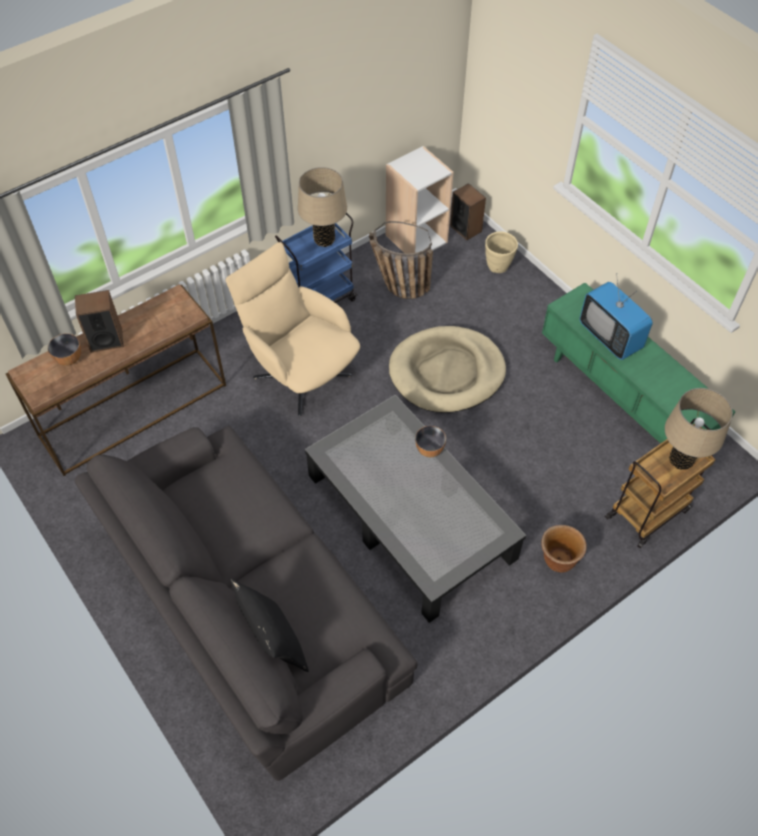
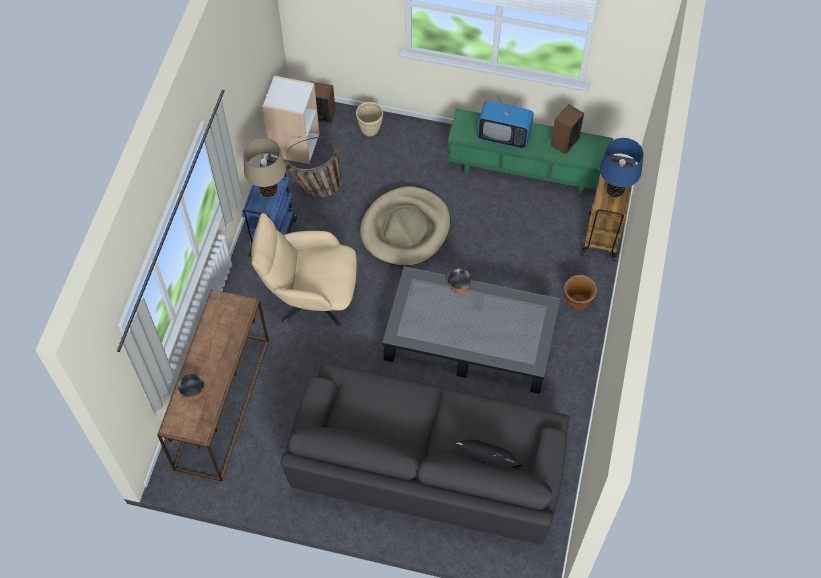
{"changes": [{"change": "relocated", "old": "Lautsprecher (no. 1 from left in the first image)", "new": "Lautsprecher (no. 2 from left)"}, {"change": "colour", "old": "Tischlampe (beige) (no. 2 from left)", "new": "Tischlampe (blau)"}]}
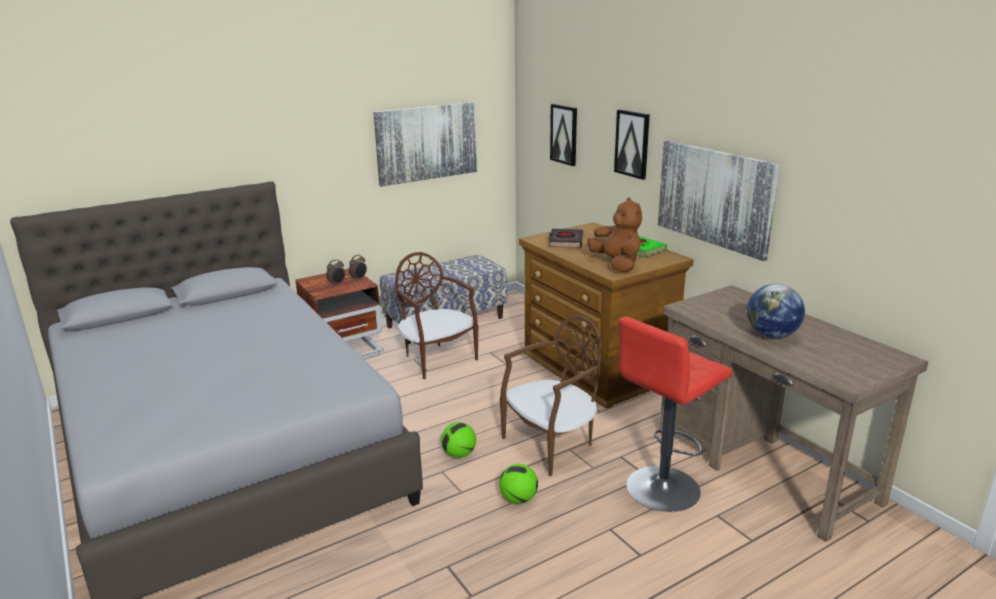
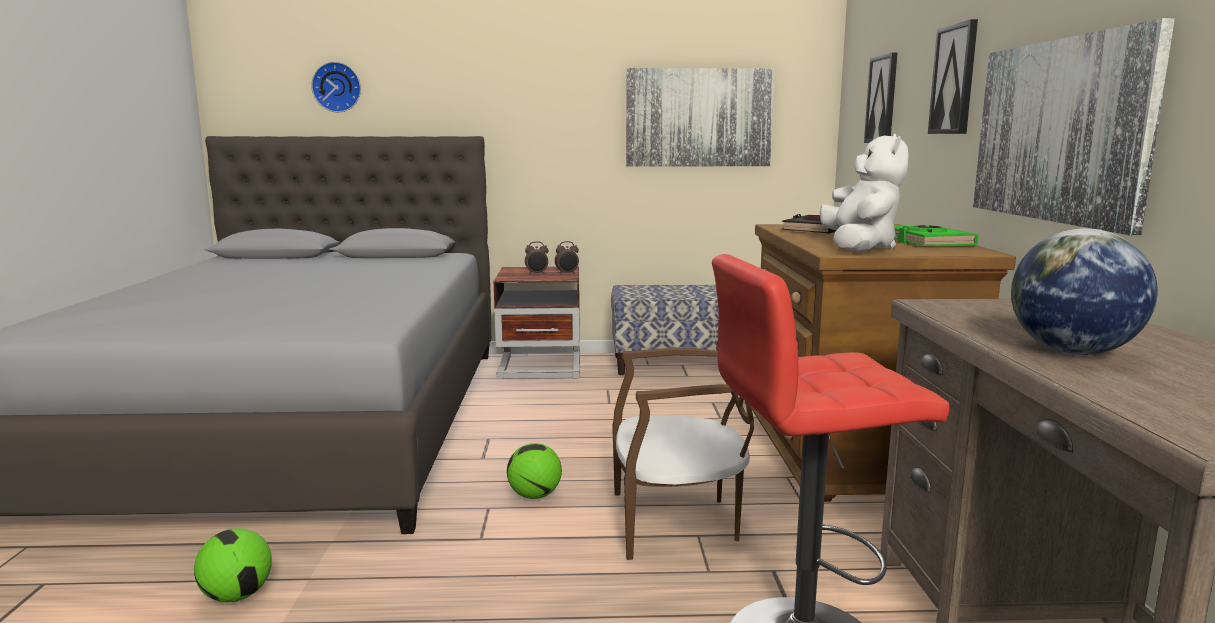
{"changes": [{"change": "missing", "old": "Stuhl (braun) (no. 1 from left)"}, {"change": "relocated", "old": "Fußball (no. 2 from left in the first image)", "new": "Fußball (no. 1 from left)"}, {"change": "colour", "old": "Plüschtier (braun)", "new": "Plüschtier (weiß)"}, {"change": "appeared", "new": "Wanduhr"}]}
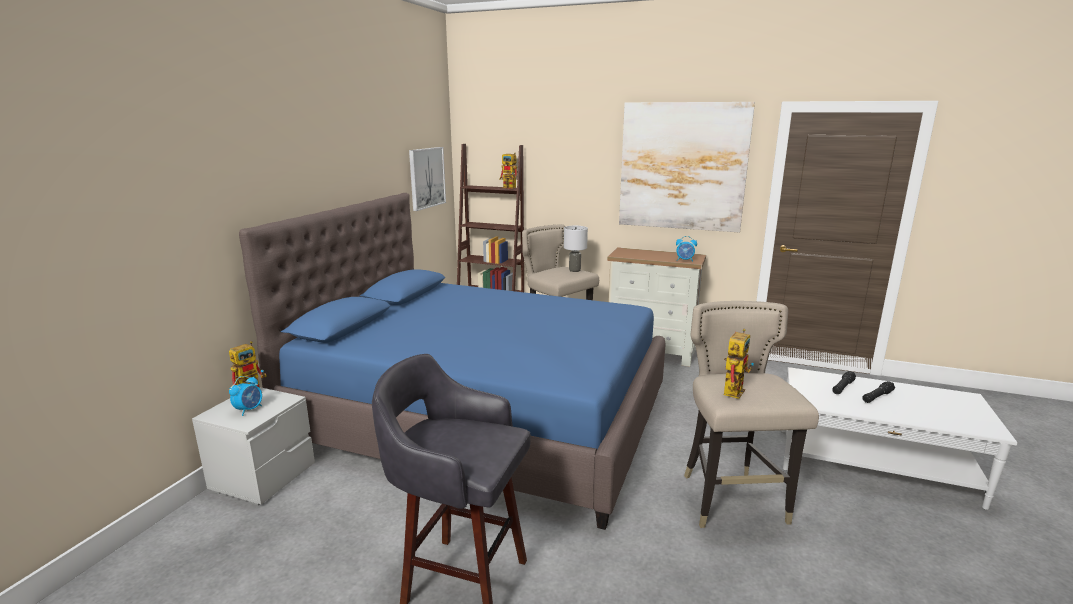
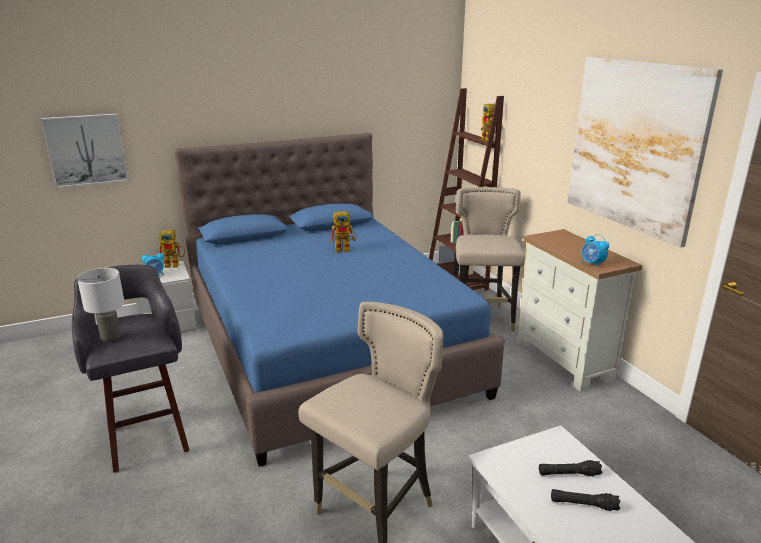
{"changes": [{"change": "relocated", "old": "Bild (no. 1 from left)"}, {"change": "relocated", "old": "Tischlampe (weiß)"}, {"change": "relocated", "old": "Spielzeugroboter (no. 3 from left in the first image)", "new": "Spielzeugroboter (no. 2 from left)"}]}
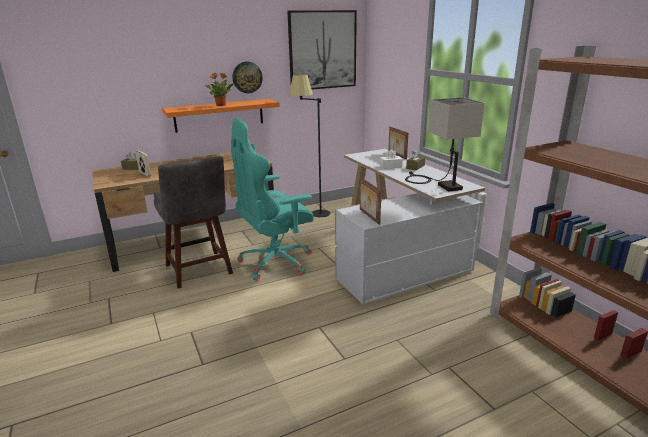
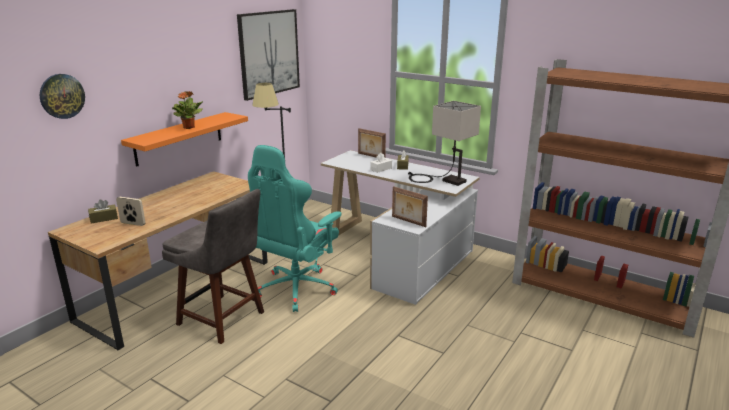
{"changes": [{"change": "relocated", "old": "Wanduhr"}]}
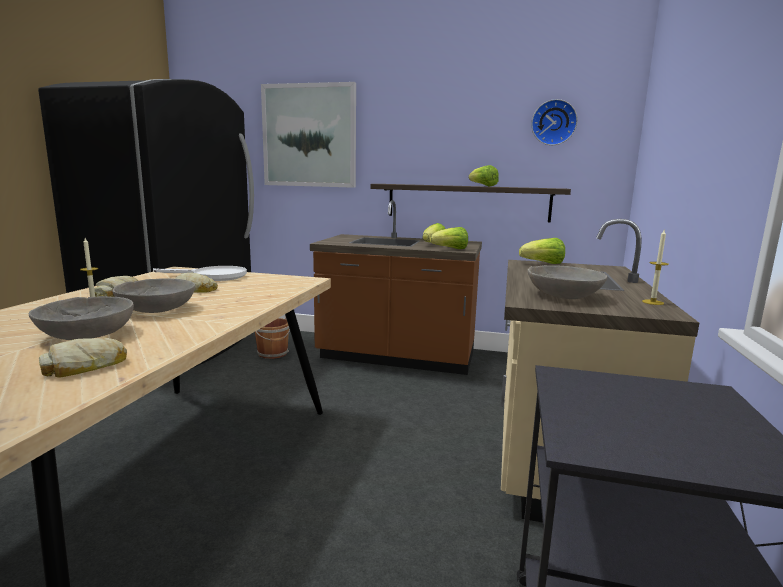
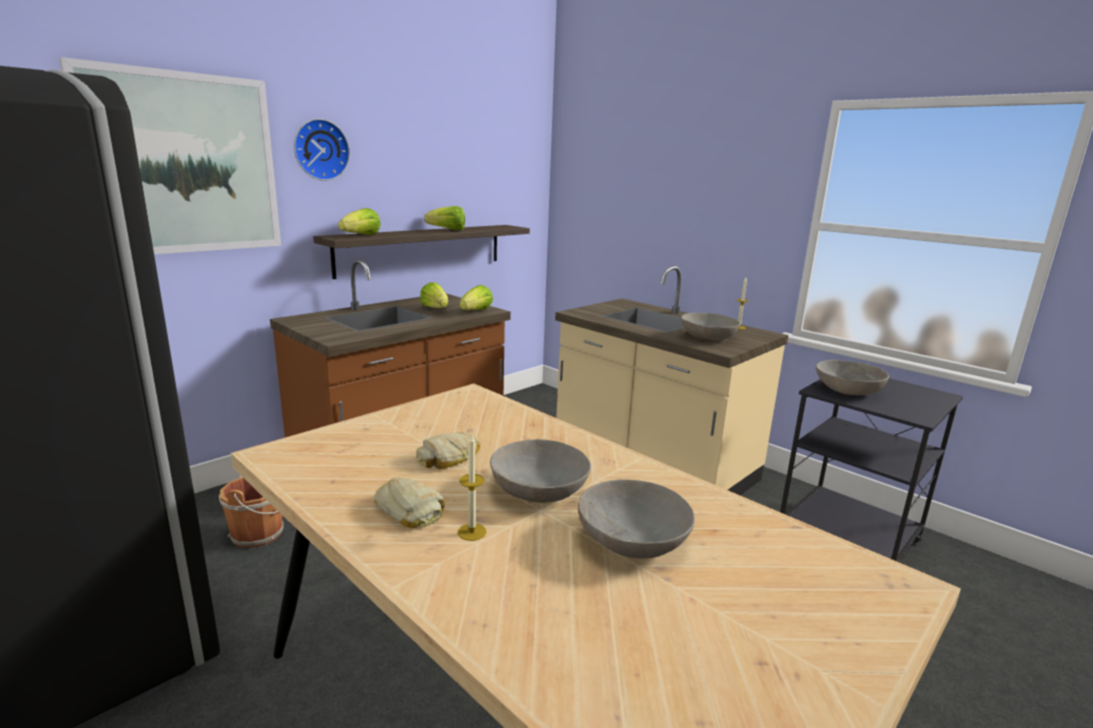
{"changes": [{"change": "missing", "old": "Brot (no. 1 from left)"}, {"change": "missing", "old": "Pfanne (weiß)"}, {"change": "relocated", "old": "Salatkopf (no. 4 from left in the first image)", "new": "Salatkopf (no. 1 from left)"}, {"change": "relocated", "old": "Wanduhr"}, {"change": "appeared", "new": "Schüssel (grau) (no. 4 from left)"}]}
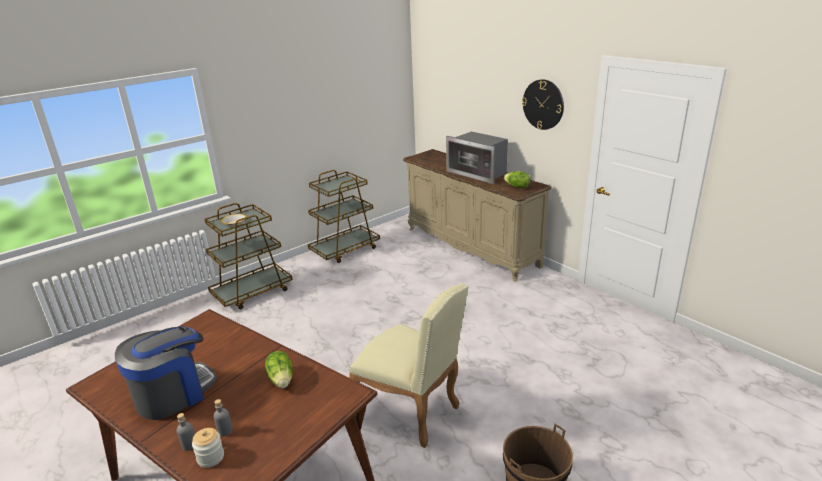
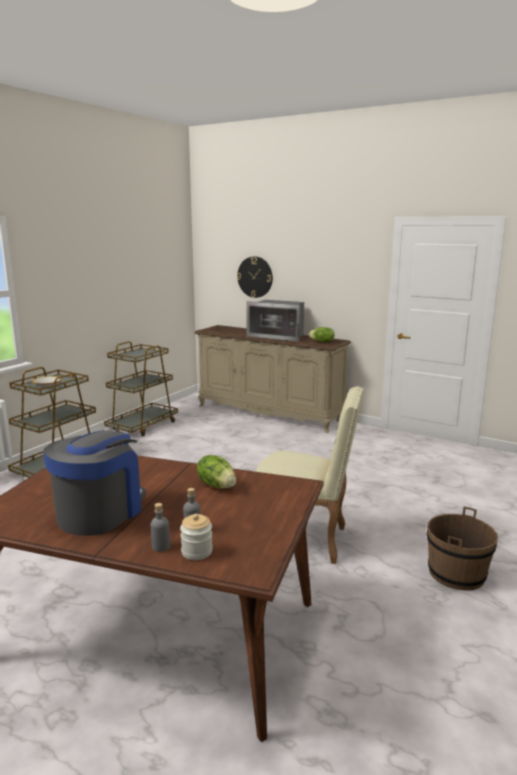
{"changes": [{"change": "relocated", "old": "Wanduhr"}]}
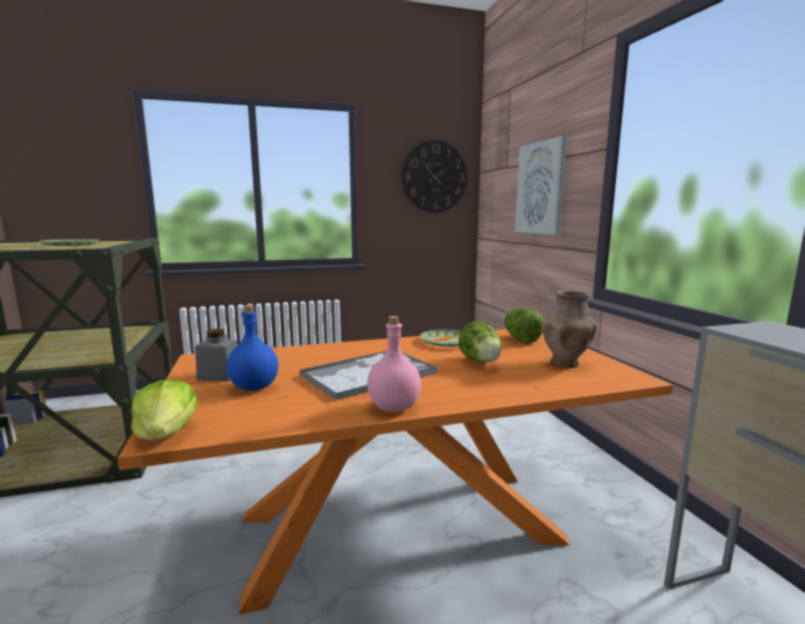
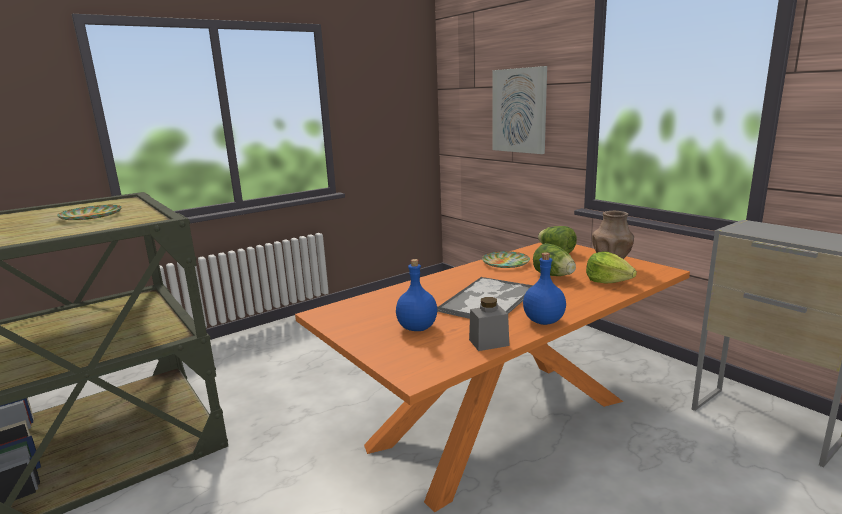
{"changes": [{"change": "relocated", "old": "Salatkopf (no. 1 from left in the first image)", "new": "Salatkopf (no. 3 from left)"}, {"change": "relocated", "old": "Vorratsglas (grau)"}, {"change": "colour", "old": "Flasche (rosa)", "new": "Flasche (blau) (no. 2 from left)"}, {"change": "missing", "old": "Wanduhr"}]}
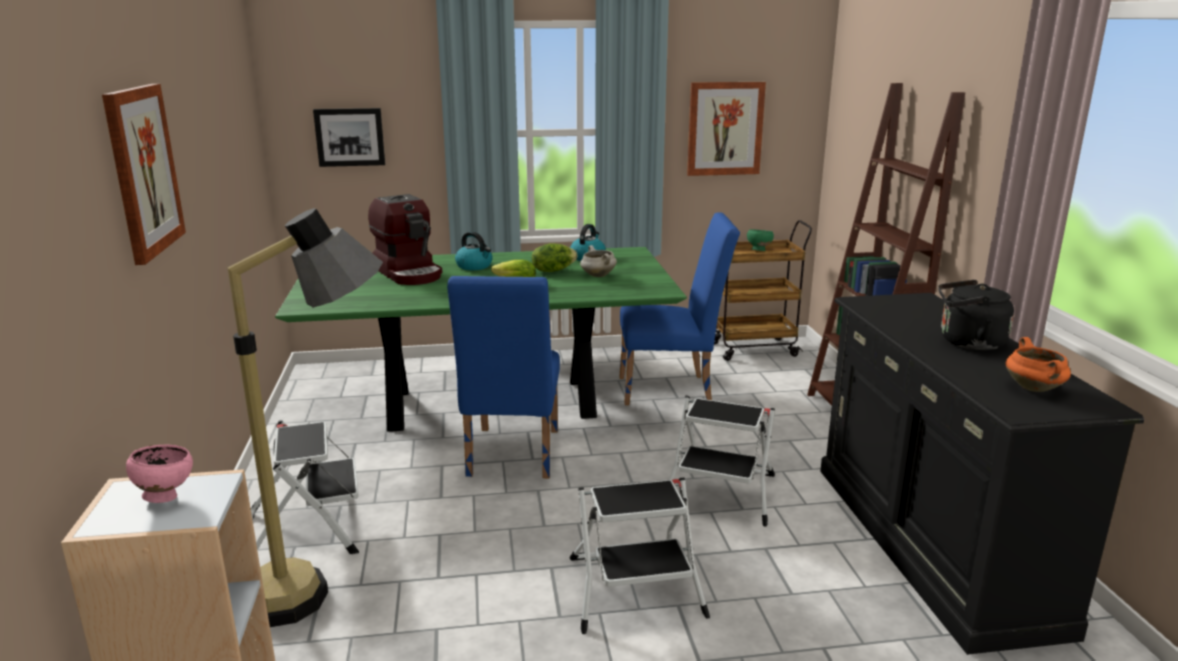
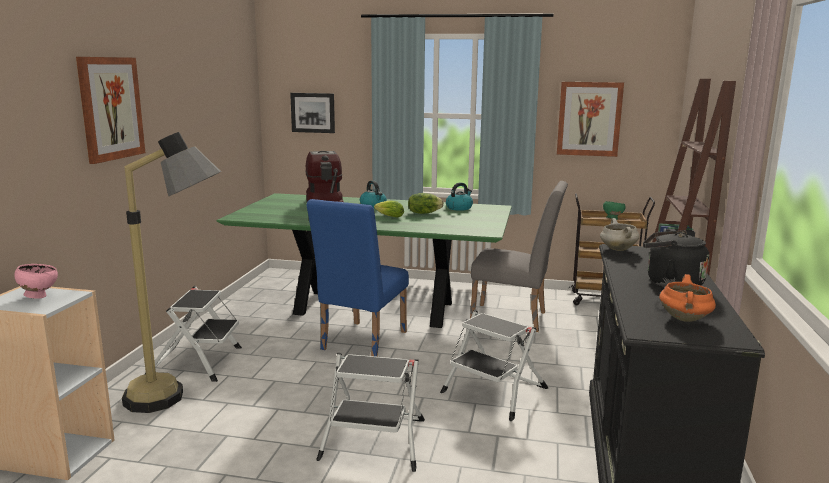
{"changes": [{"change": "relocated", "old": "Kochtopf (weiß)"}, {"change": "colour", "old": "Stuhl (blau) (no. 2 from left)", "new": "Stuhl (grau)"}]}
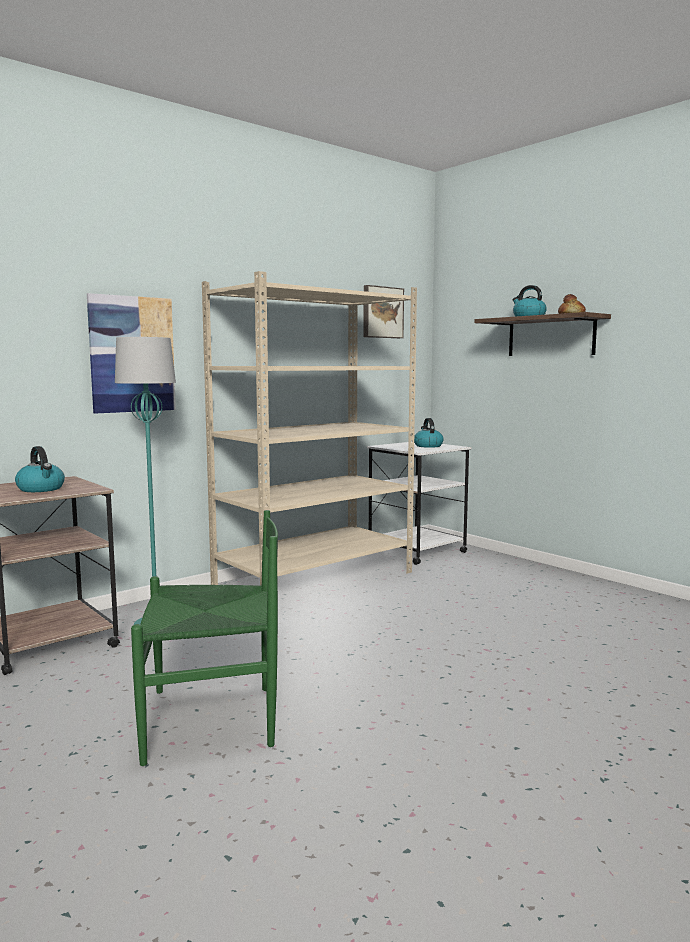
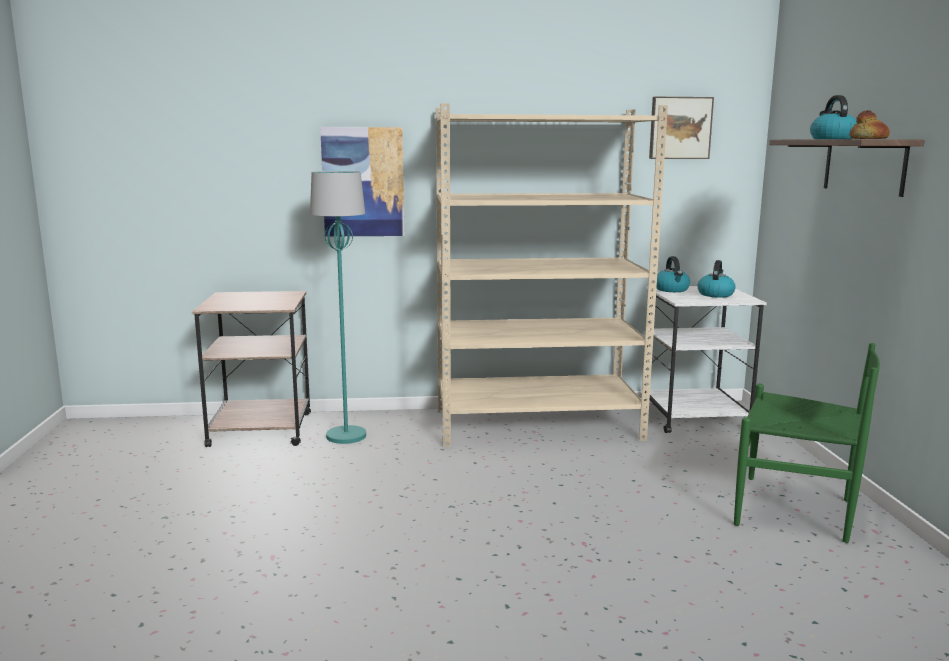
{"changes": [{"change": "relocated", "old": "Wasserkessel (no. 1 from left)"}, {"change": "relocated", "old": "Stuhl (grün)"}]}
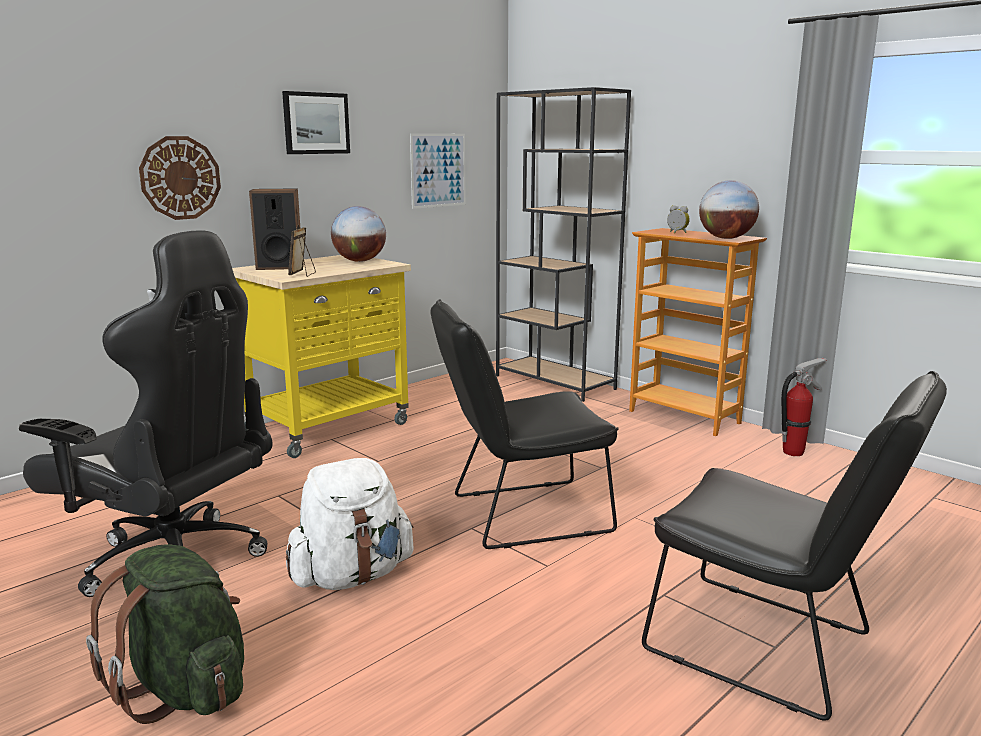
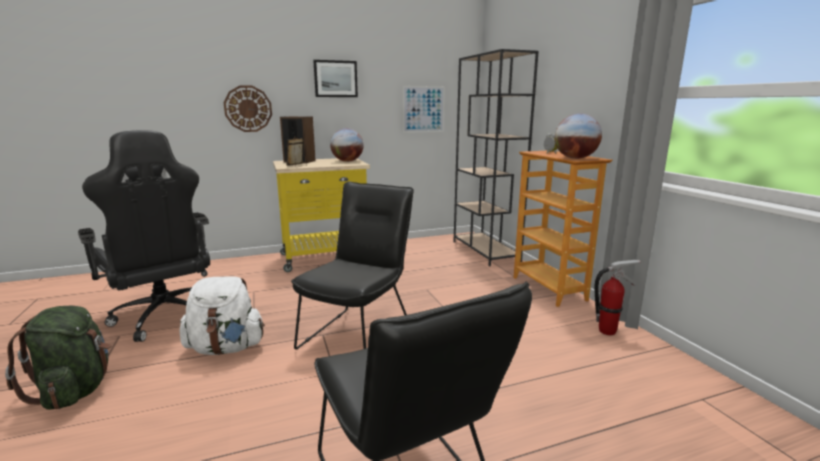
{"changes": [{"change": "spun", "old": "Stuhl (schwarz) (no. 1 from left)", "degrees": 105}]}
